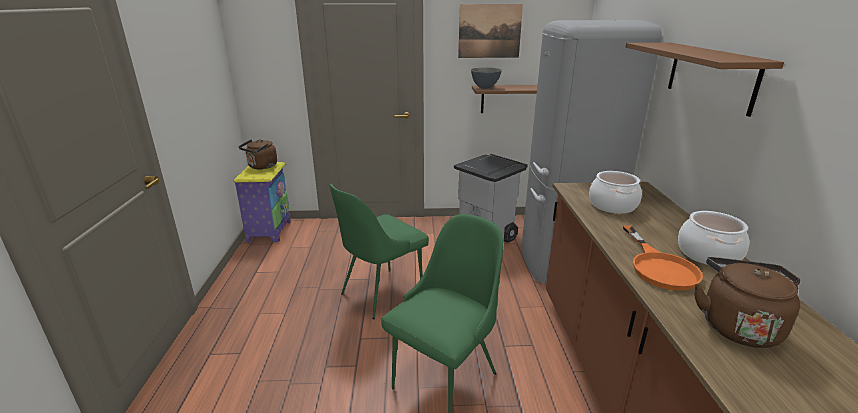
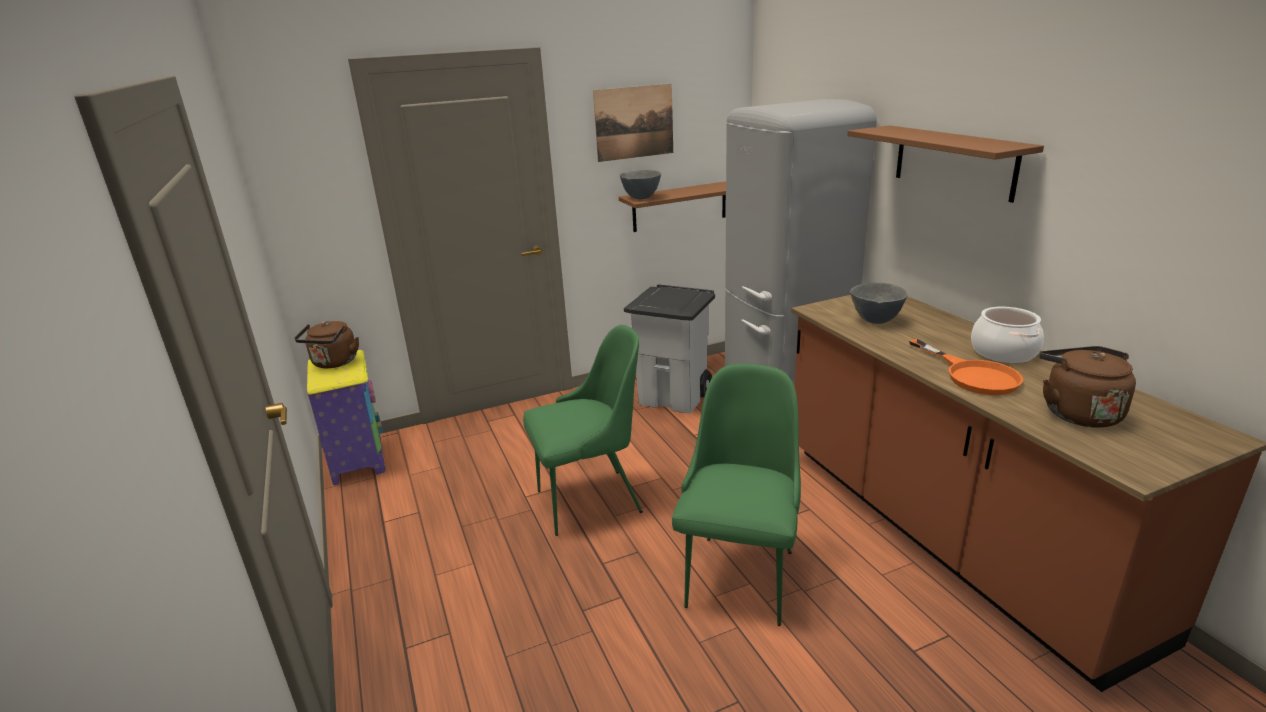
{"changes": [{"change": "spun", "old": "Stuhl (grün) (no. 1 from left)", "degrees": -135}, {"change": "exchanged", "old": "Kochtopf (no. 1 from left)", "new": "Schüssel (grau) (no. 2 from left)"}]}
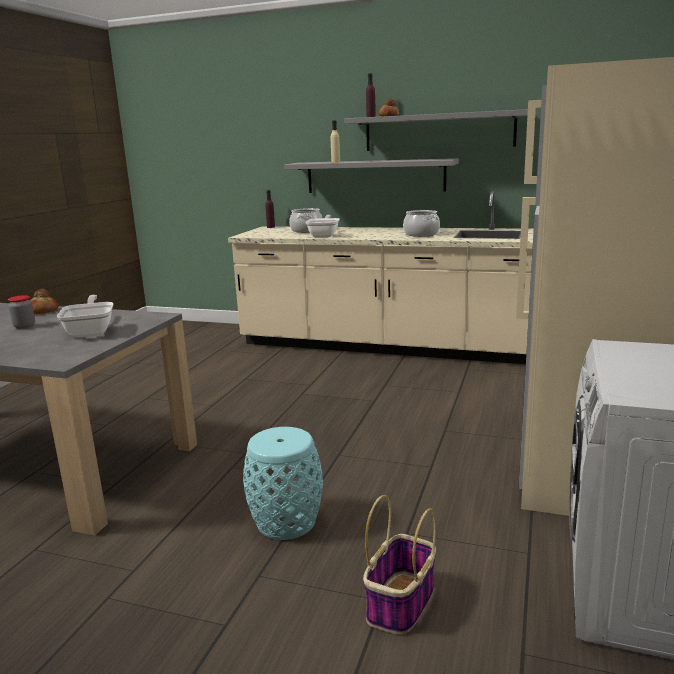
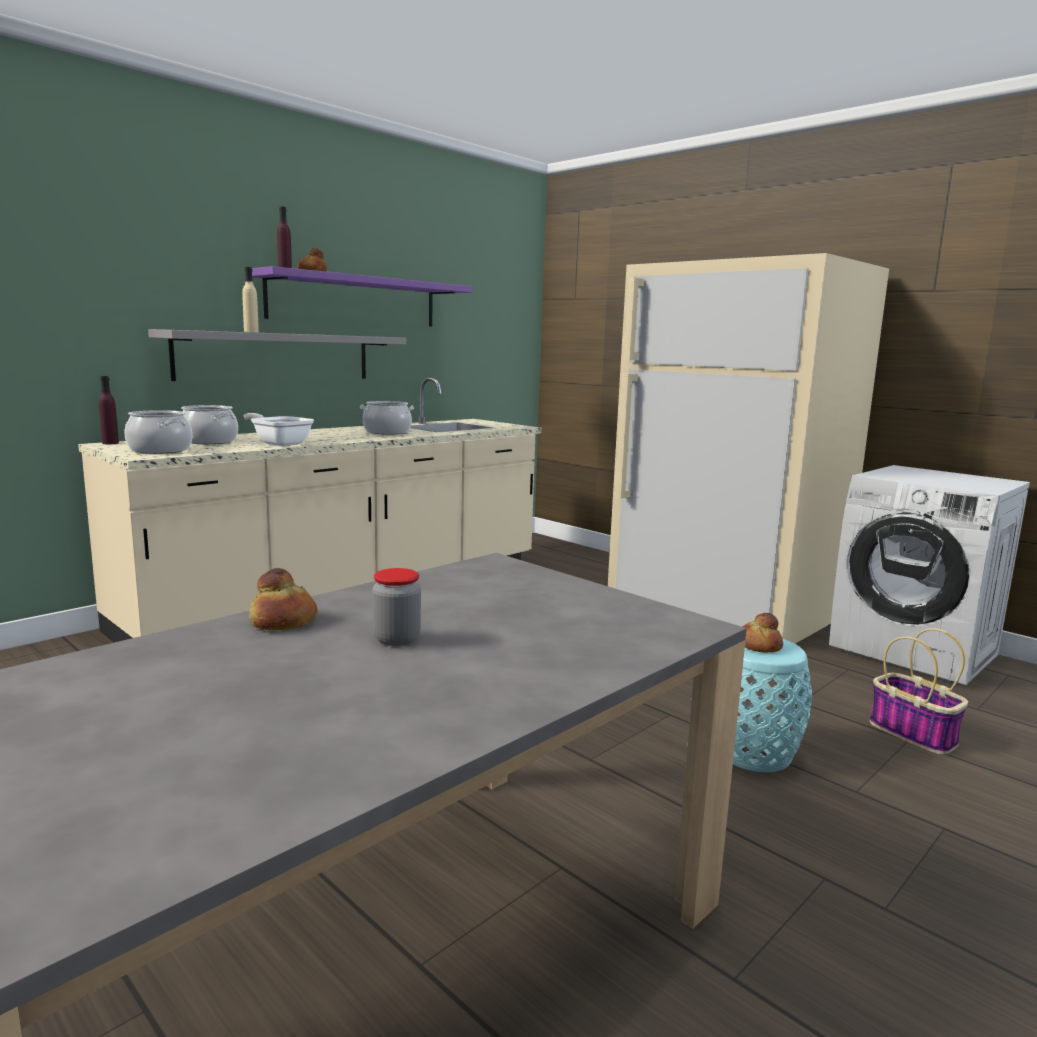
{"changes": [{"change": "missing", "old": "Pfanne (no. 1 from left)"}, {"change": "colour", "old": "Wandregal (grau) (no. 2 from left)", "new": "Wandregal (lila)"}, {"change": "appeared", "new": "Kochtopf (no. 1 from left)"}, {"change": "appeared", "new": "Brot (no. 3 from left)"}]}
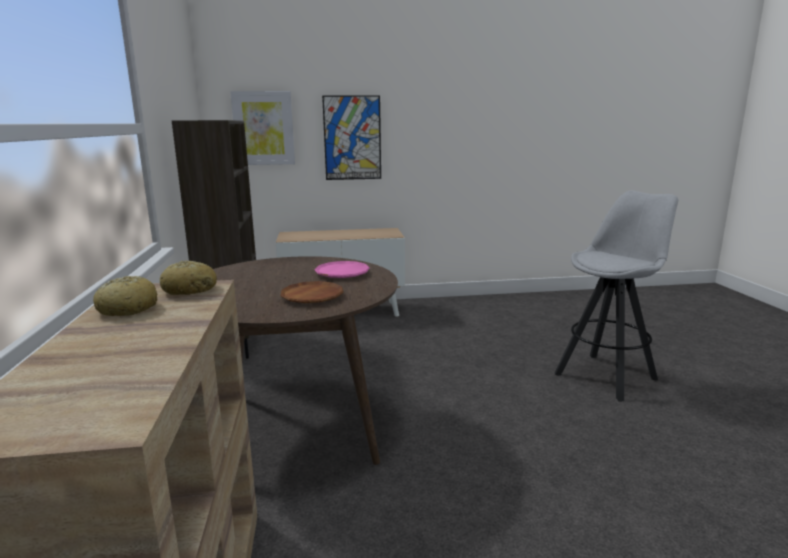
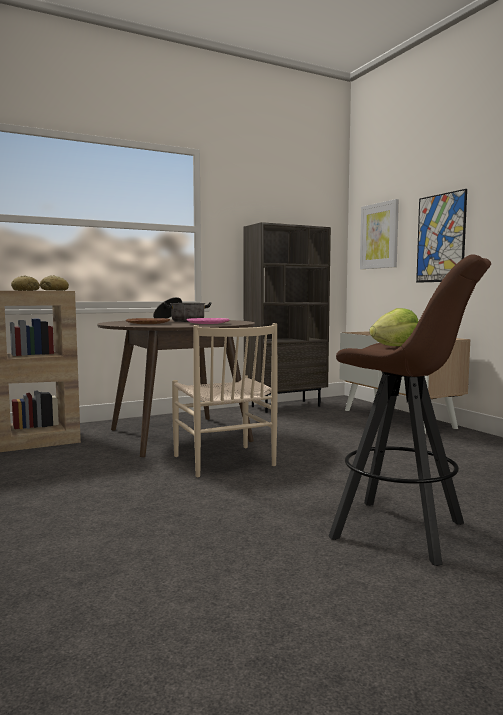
{"changes": [{"change": "colour", "old": "Hocker (grau)", "new": "Hocker (braun)"}, {"change": "appeared", "new": "Kochtopf"}, {"change": "appeared", "new": "Stuhl (beige)"}, {"change": "appeared", "new": "Salatkopf"}]}
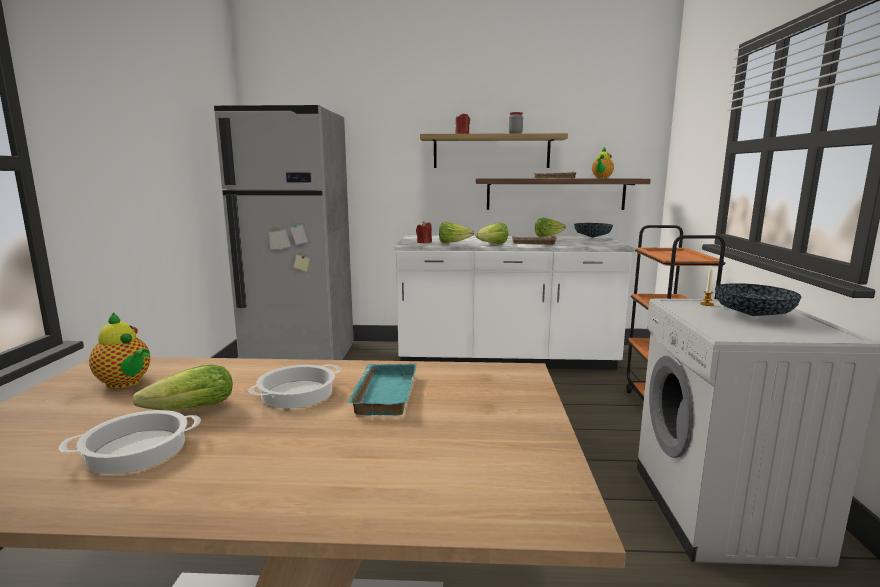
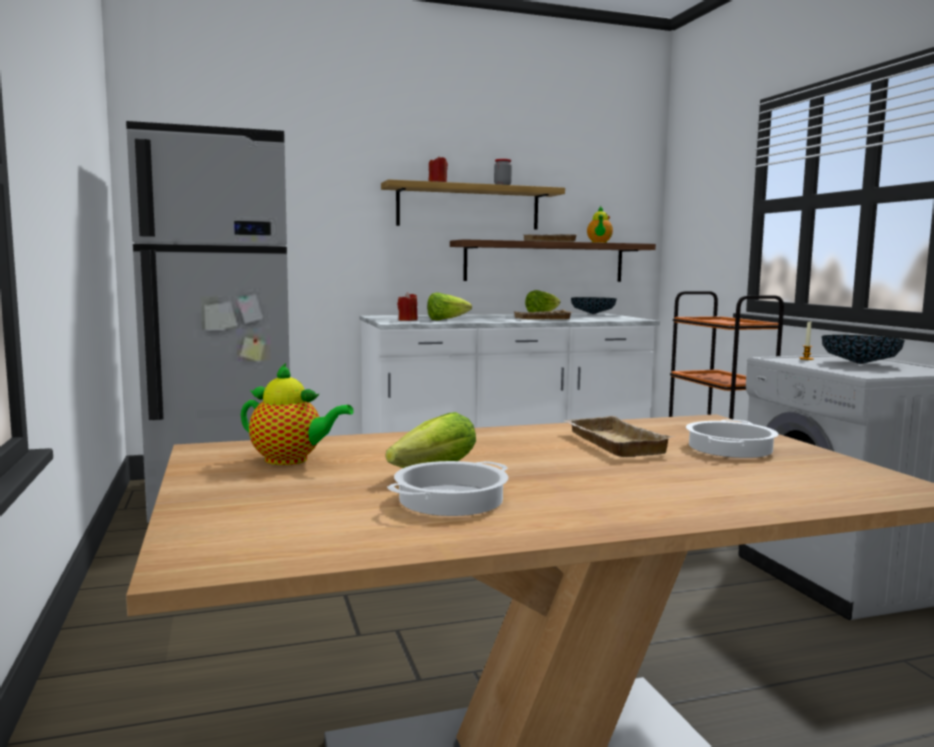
{"changes": [{"change": "relocated", "old": "Kochtopf (no. 2 from left)"}, {"change": "colour", "old": "Tablett (türkis)", "new": "Tablett (beige) (no. 3 from left)"}, {"change": "missing", "old": "Salatkopf (no. 3 from left)"}]}
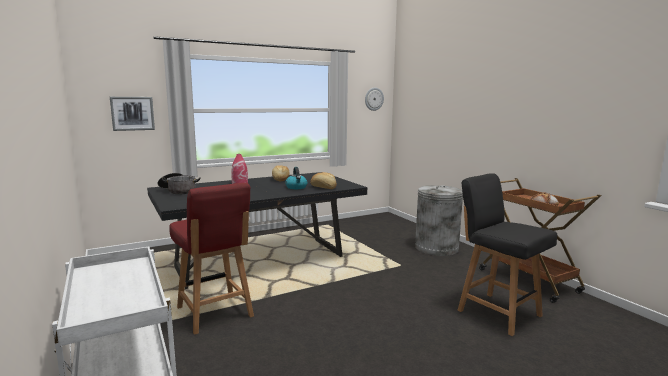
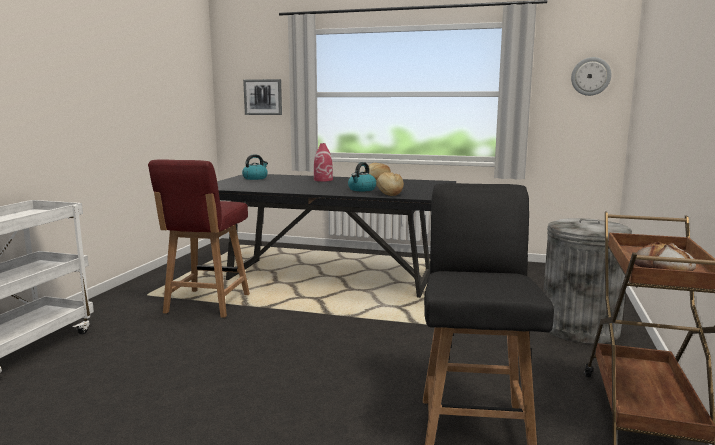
{"changes": [{"change": "exchanged", "old": "Kochtopf", "new": "Wasserkessel (no. 1 from left)"}]}
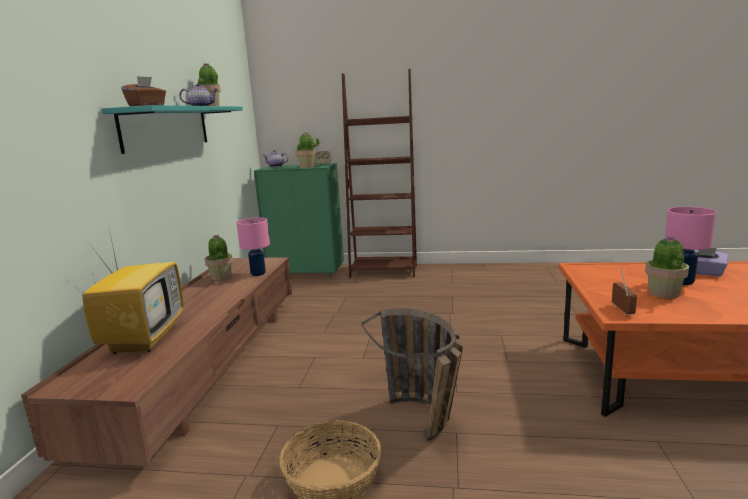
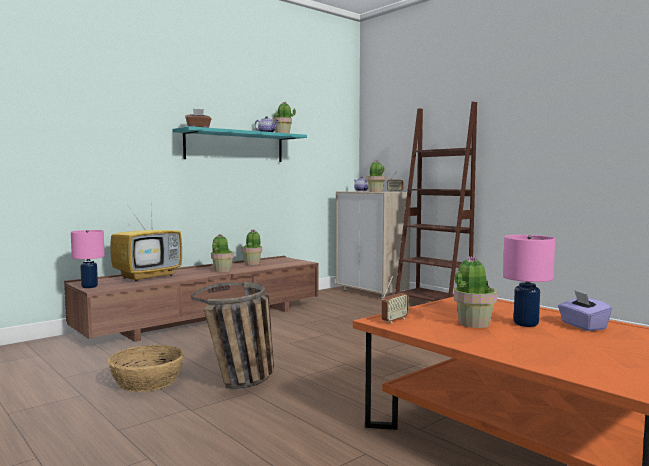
{"changes": [{"change": "relocated", "old": "Tischlampe (rosa) (no. 1 from left)"}, {"change": "colour", "old": "Schrank (grün)", "new": "Schrank (beige)"}, {"change": "appeared", "new": "Topfpflanze (no. 1 from left)"}]}
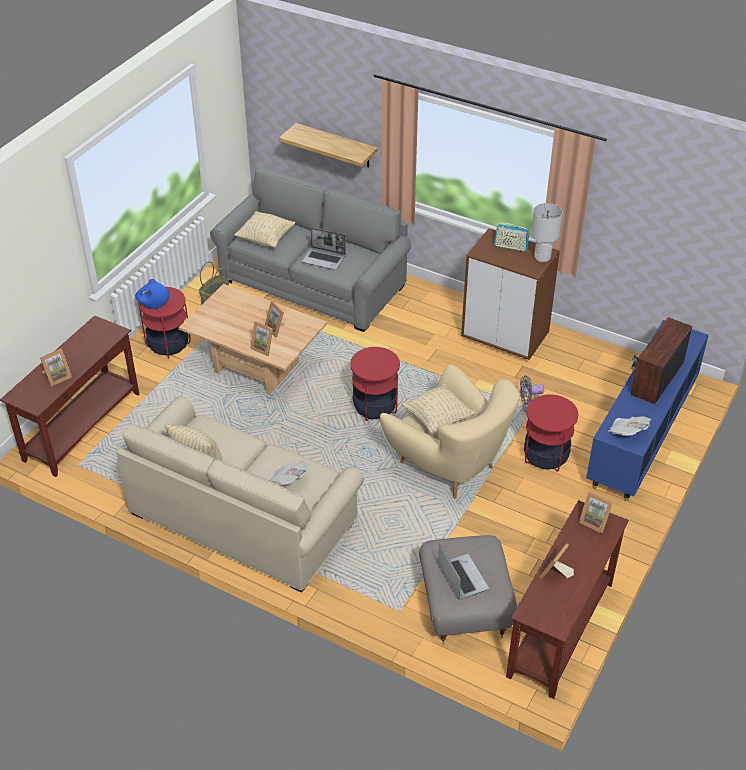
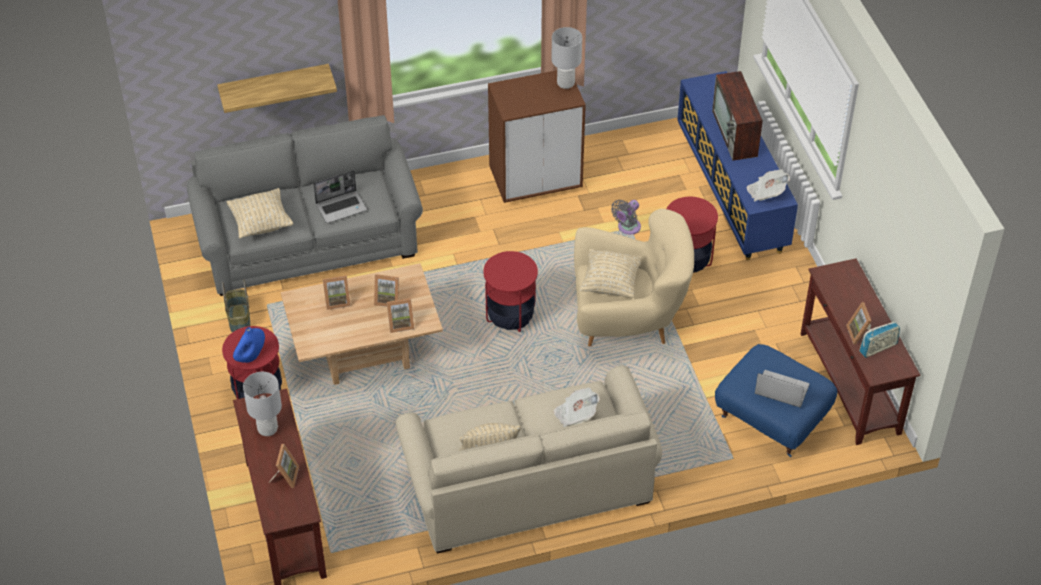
{"changes": [{"change": "colour", "old": "Polsterhocker (grau)", "new": "Polsterhocker (blau)"}, {"change": "relocated", "old": "Radio"}, {"change": "relocated", "old": "Bilderrahmen (no. 5 from left in the first image)", "new": "Bilderrahmen (no. 2 from left)"}, {"change": "appeared", "new": "Tischlampe (grau) (no. 1 from left)"}]}
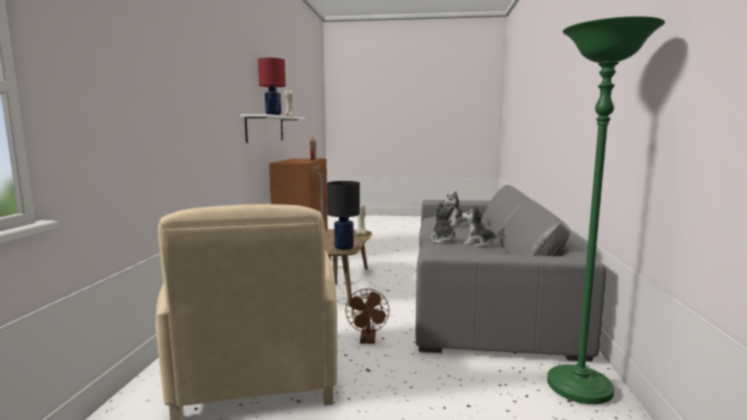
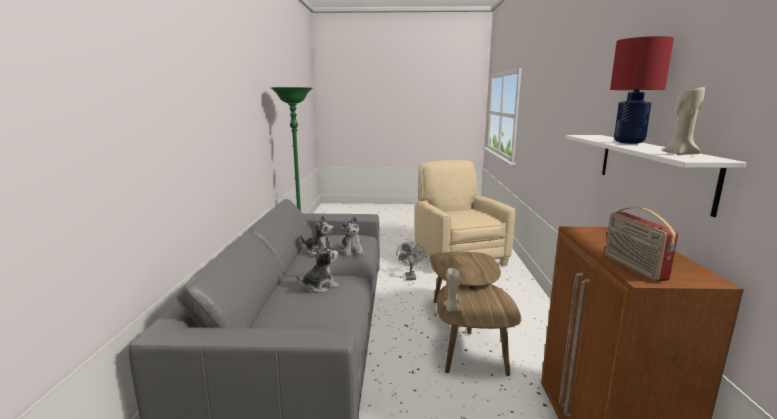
{"changes": [{"change": "missing", "old": "Tischlampe (schwarz)"}, {"change": "colour", "old": "Ventilator (braun)", "new": "Ventilator (grau)"}]}
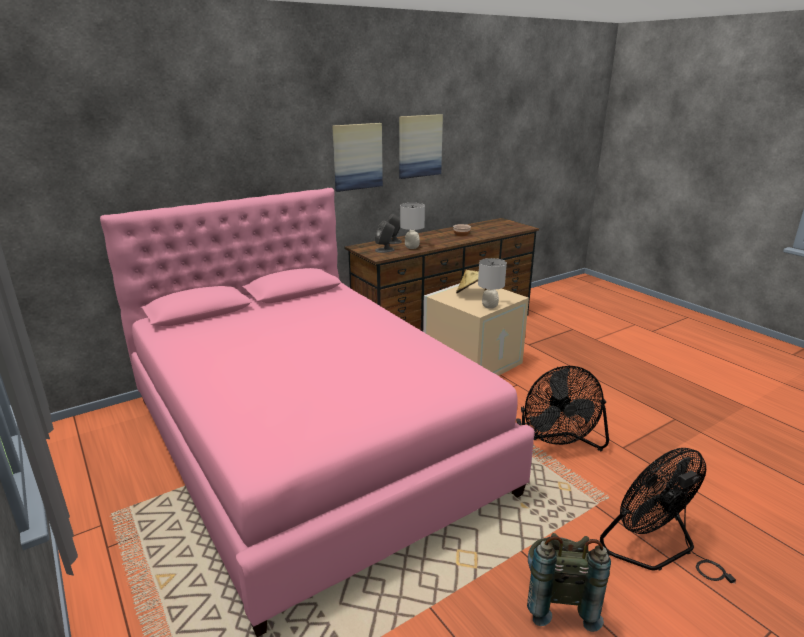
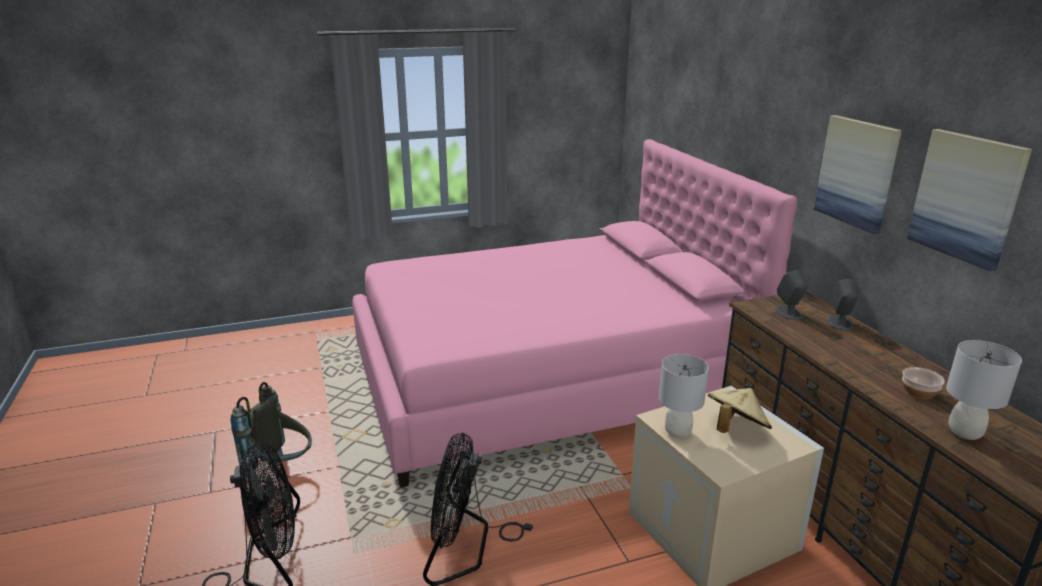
{"changes": [{"change": "relocated", "old": "Tischlampe (grau) (no. 1 from left in the first image)", "new": "Tischlampe (grau) (no. 2 from left)"}]}
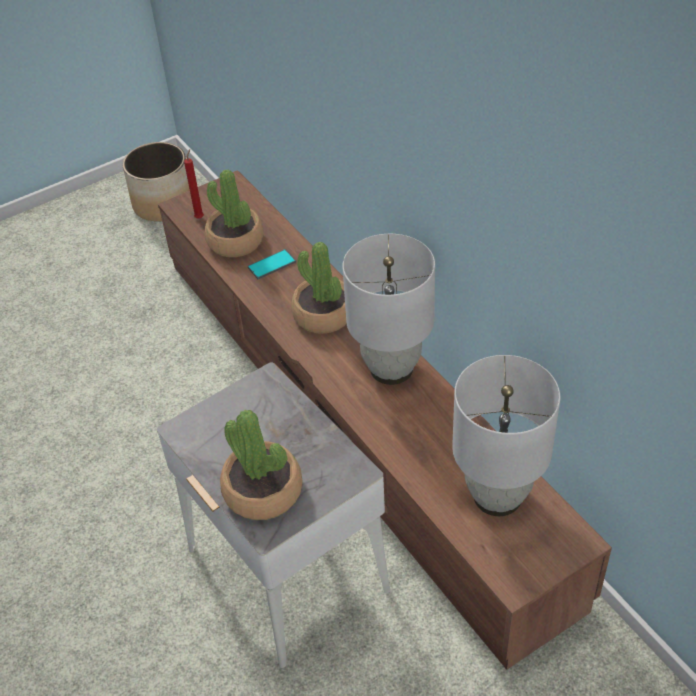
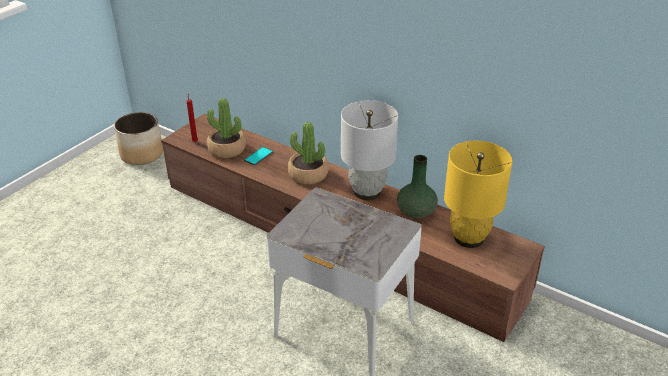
{"changes": [{"change": "missing", "old": "Topfpflanze (no. 2 from left)"}, {"change": "colour", "old": "Tischlampe (weiß) (no. 2 from left)", "new": "Tischlampe (gelb)"}, {"change": "appeared", "new": "Vase (grün)"}]}
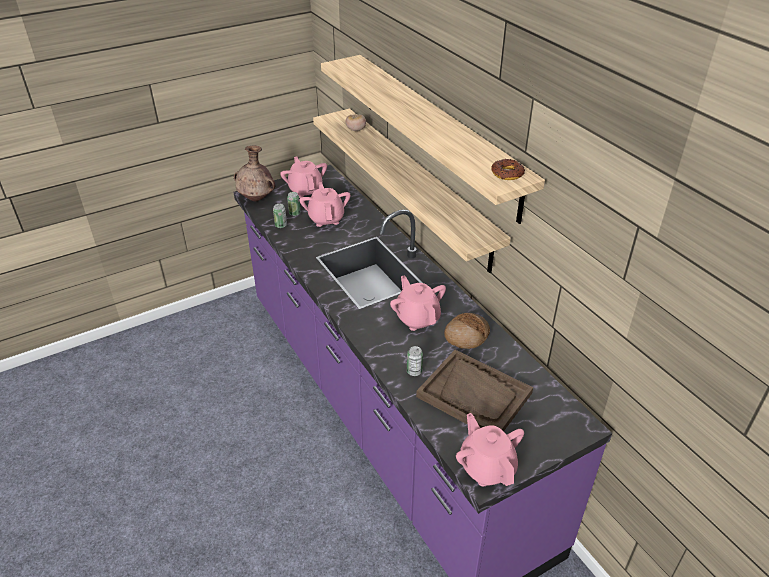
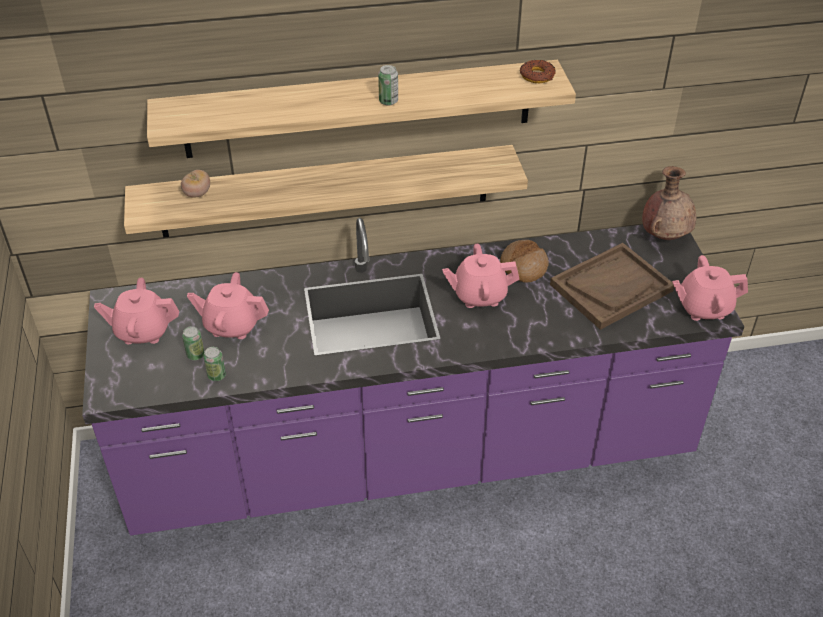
{"changes": [{"change": "relocated", "old": "Vase (braun)"}, {"change": "relocated", "old": "Dose (no. 3 from left)"}]}
